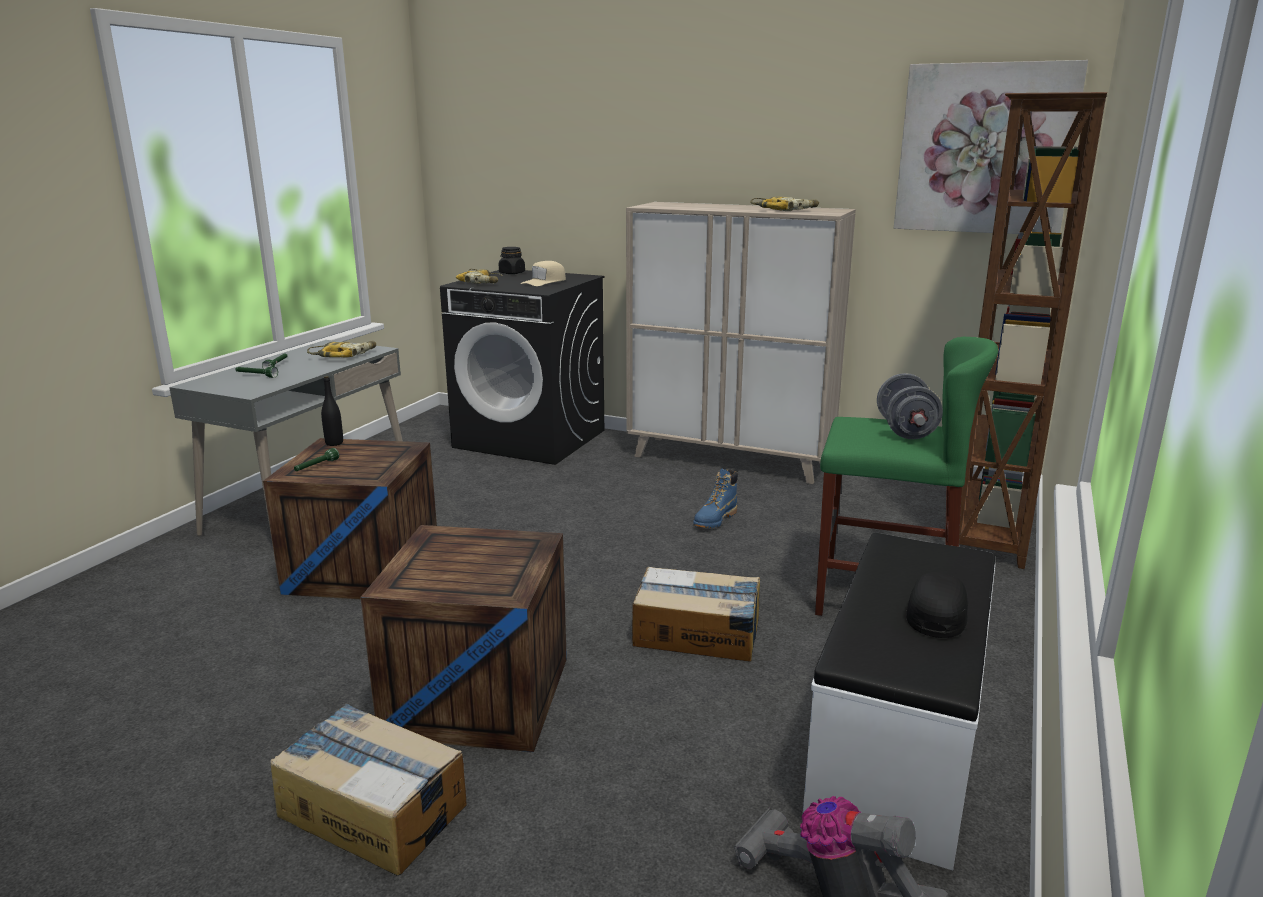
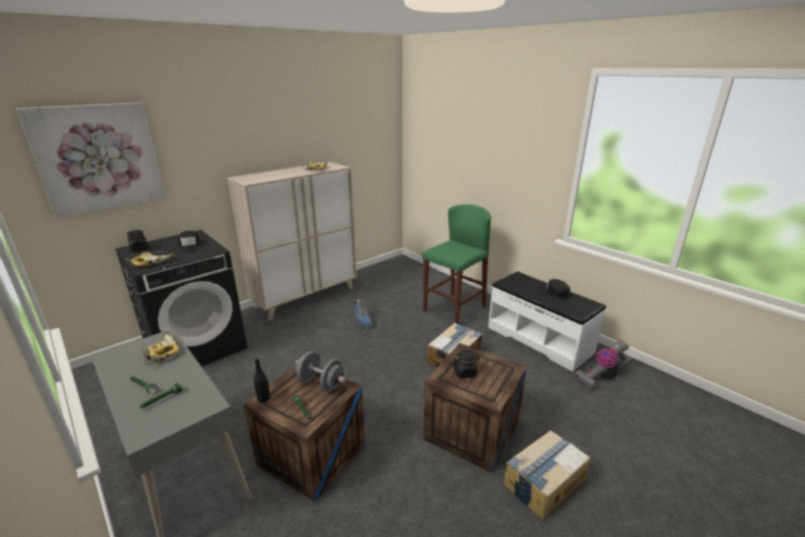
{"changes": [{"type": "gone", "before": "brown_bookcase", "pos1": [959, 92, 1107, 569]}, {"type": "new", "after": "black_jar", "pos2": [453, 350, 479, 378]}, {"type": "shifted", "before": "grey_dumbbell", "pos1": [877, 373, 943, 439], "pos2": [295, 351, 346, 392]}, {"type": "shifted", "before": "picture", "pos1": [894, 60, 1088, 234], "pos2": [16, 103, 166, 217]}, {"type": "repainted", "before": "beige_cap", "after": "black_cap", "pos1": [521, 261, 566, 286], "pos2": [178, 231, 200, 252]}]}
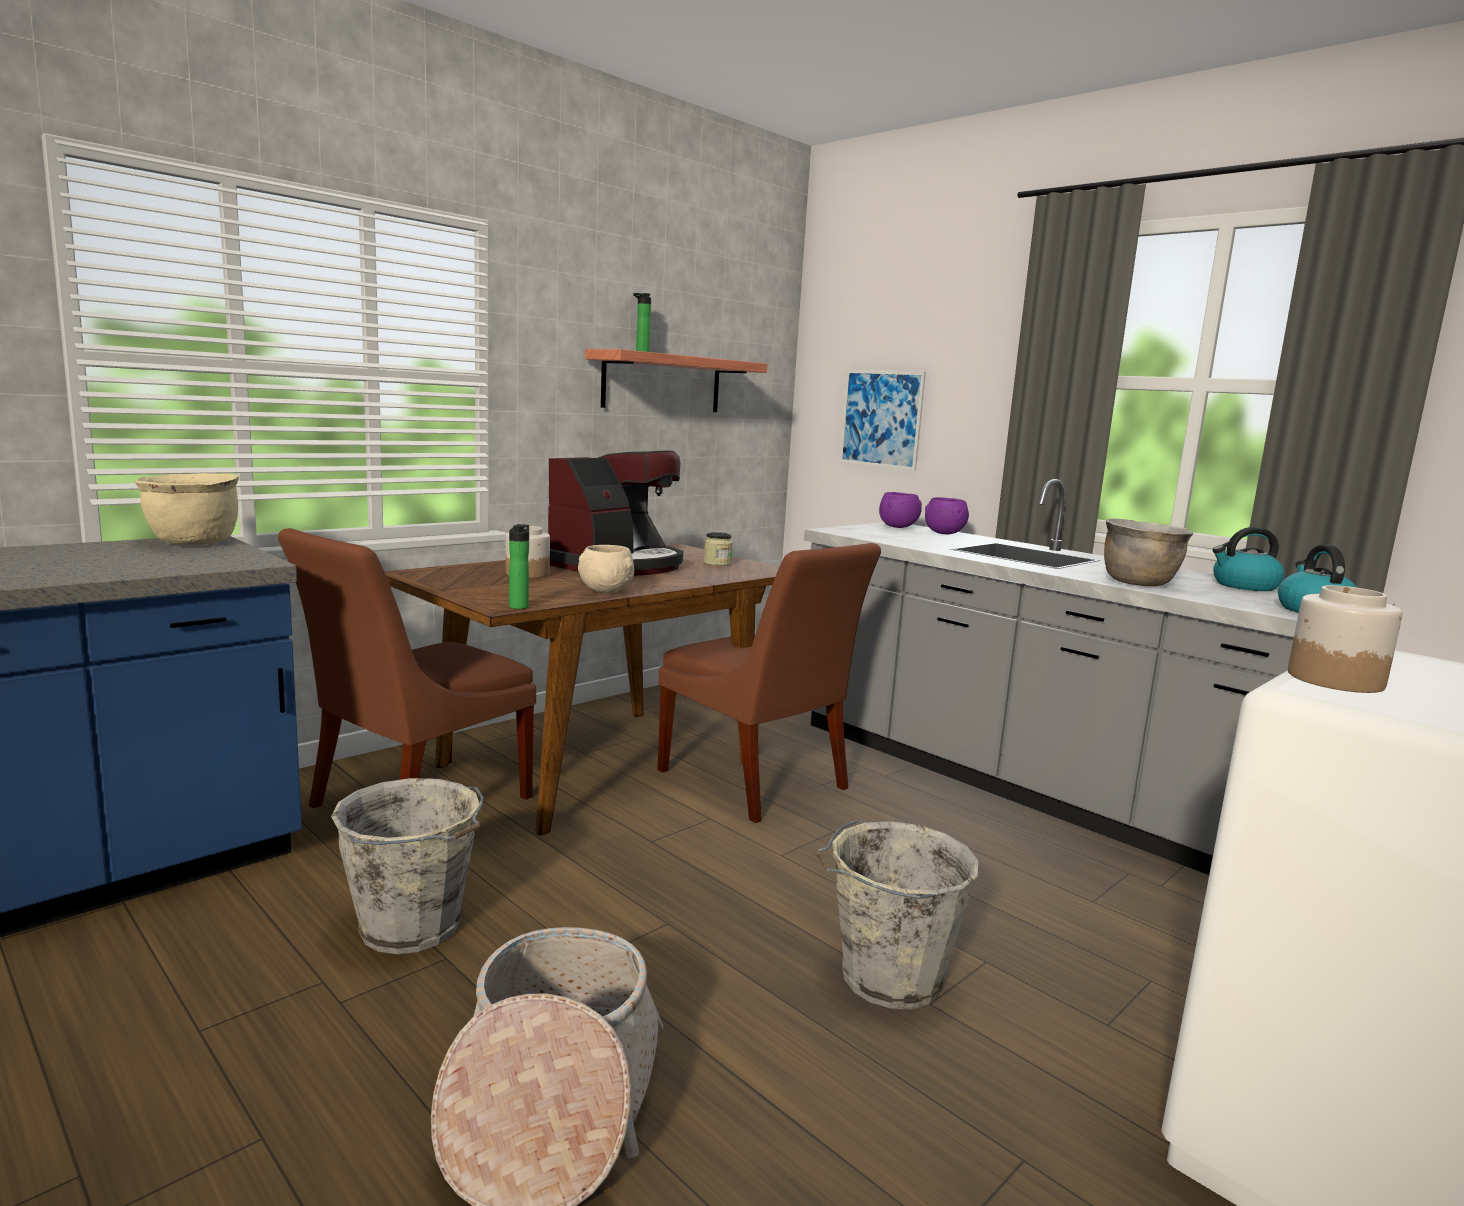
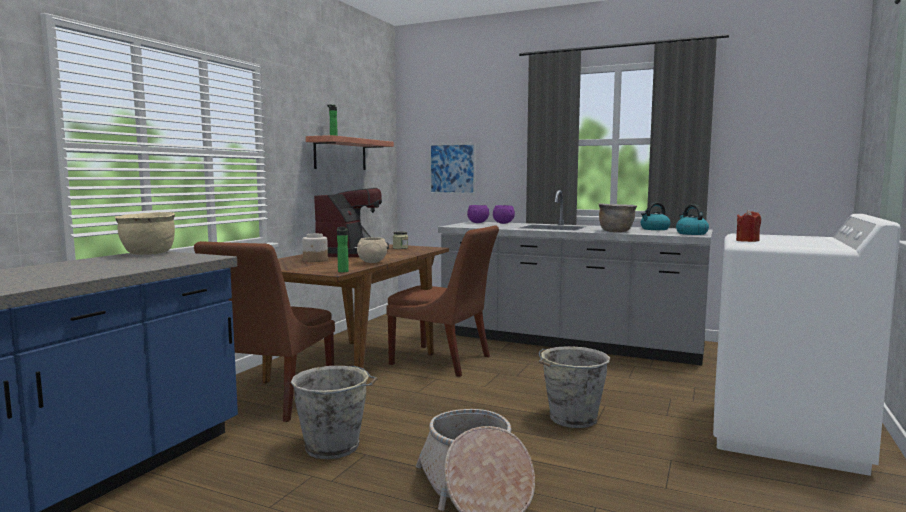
{"changes": [{"type": "swapped", "before": "jar", "after": "red_candle", "pos1": [1288, 585, 1403, 693], "pos2": [736, 210, 761, 242]}]}
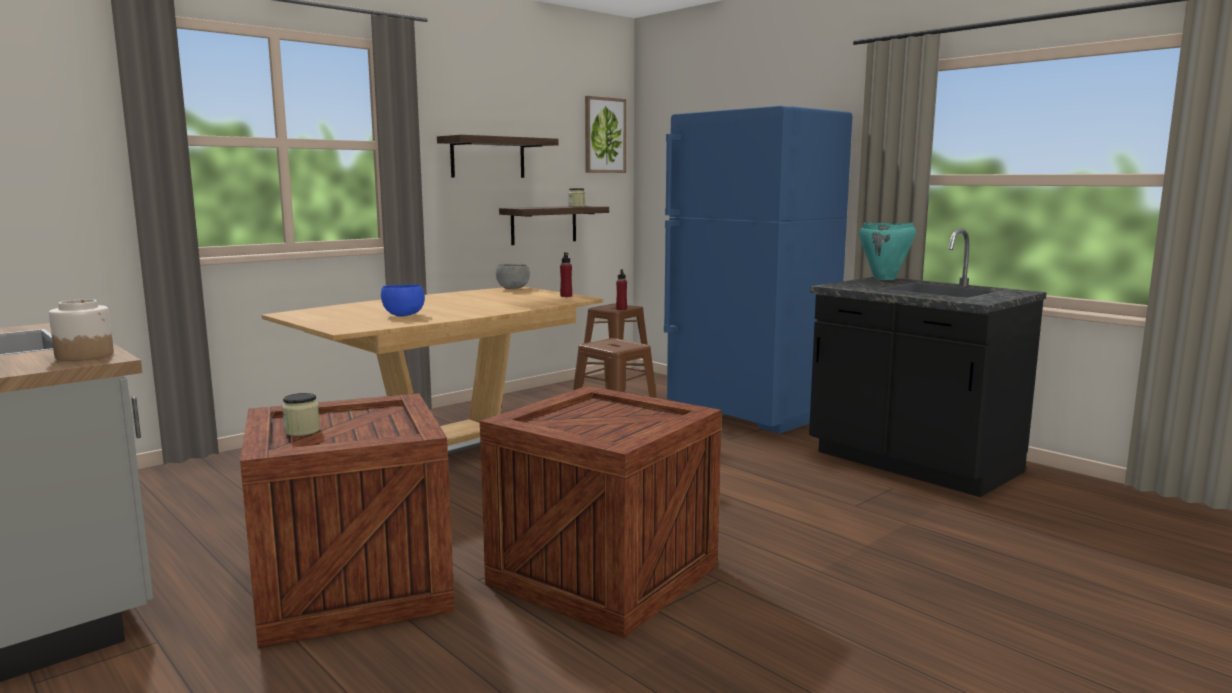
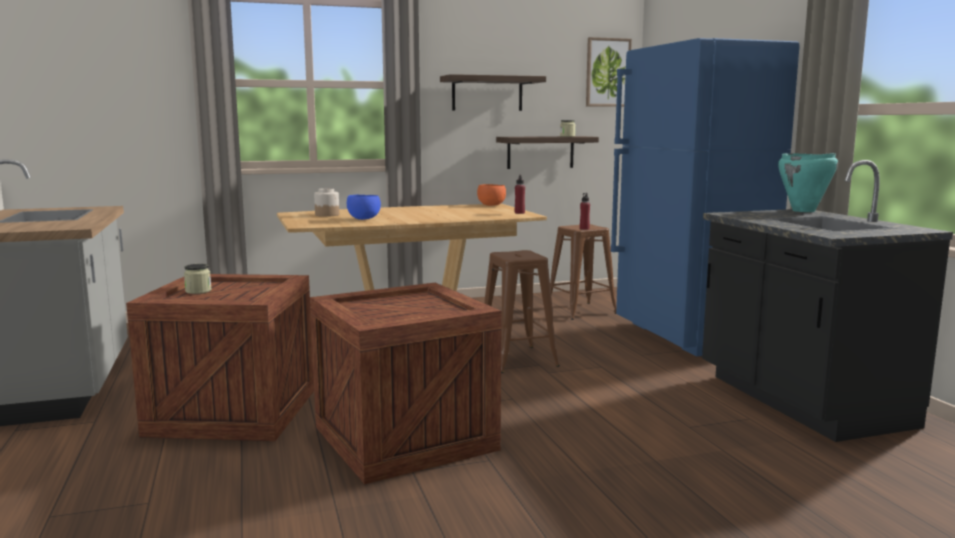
{"changes": [{"type": "shifted", "before": "jar", "pos1": [49, 299, 114, 361], "pos2": [314, 188, 339, 217]}, {"type": "repainted", "before": "grey_bowl", "after": "orange_bowl", "pos1": [496, 264, 530, 289], "pos2": [477, 184, 506, 206]}]}
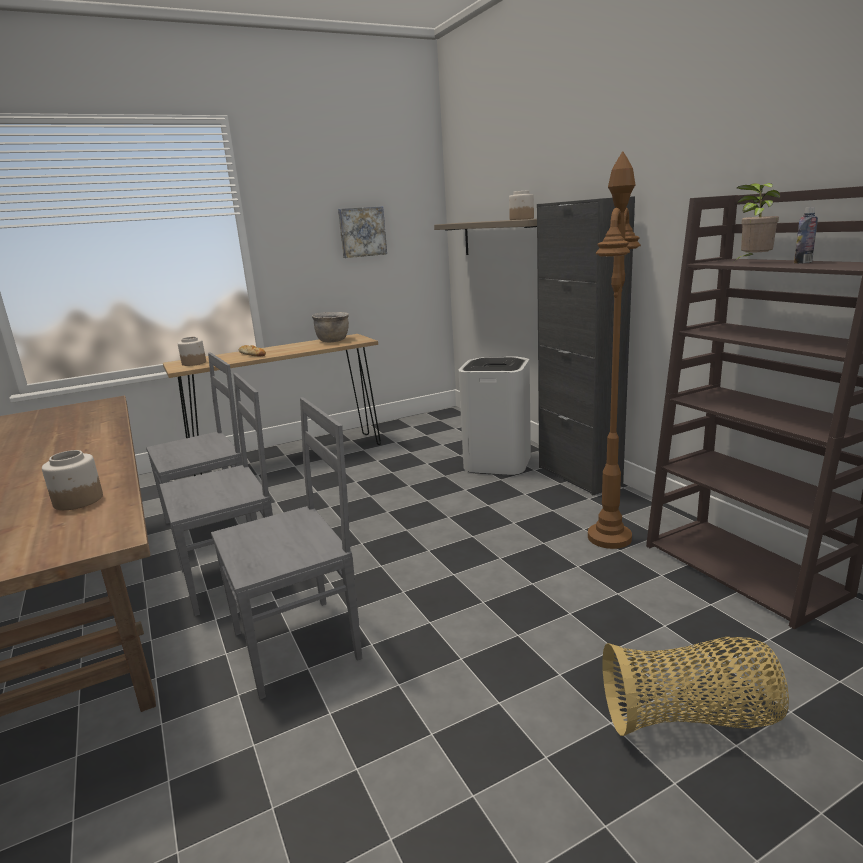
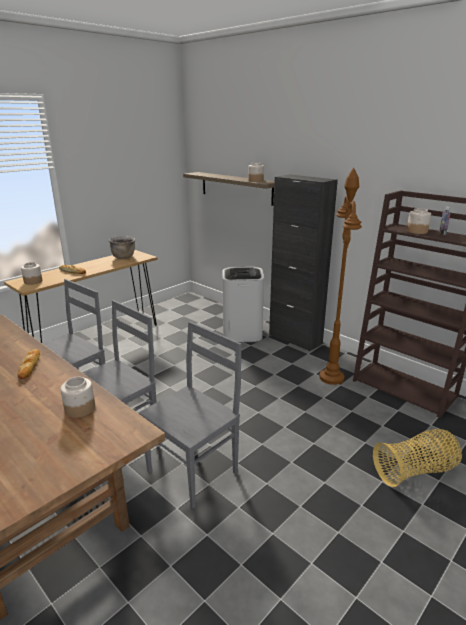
{"changes": [{"type": "gone", "before": "picture", "pos1": [338, 206, 387, 258]}, {"type": "new", "after": "bread", "pos2": [17, 349, 40, 379]}, {"type": "swapped", "before": "potted_plant", "after": "jar", "pos1": [736, 183, 780, 260], "pos2": [407, 208, 431, 234]}]}
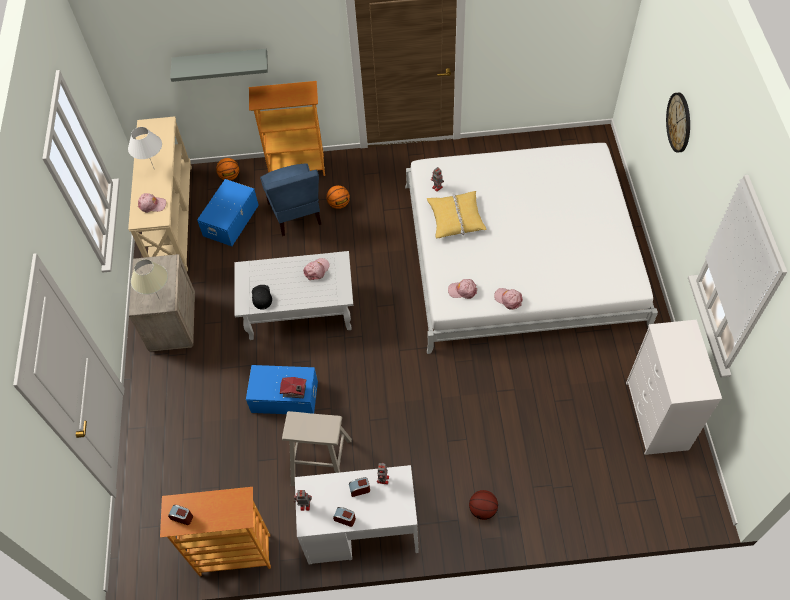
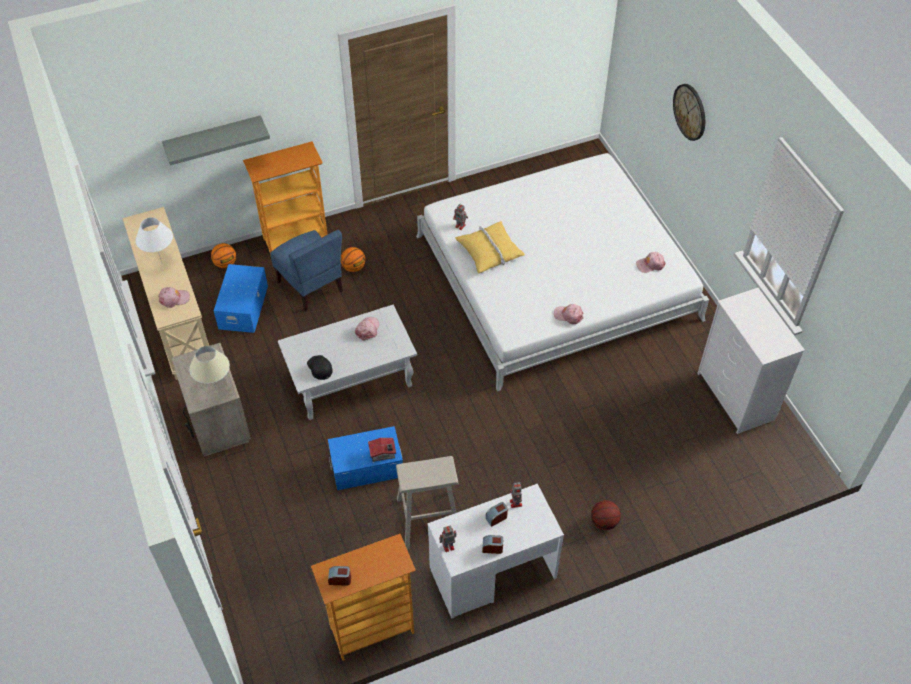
{"changes": [{"type": "shifted", "before": "pink_cap", "pos1": [448, 279, 477, 299], "pos2": [636, 252, 666, 273]}]}
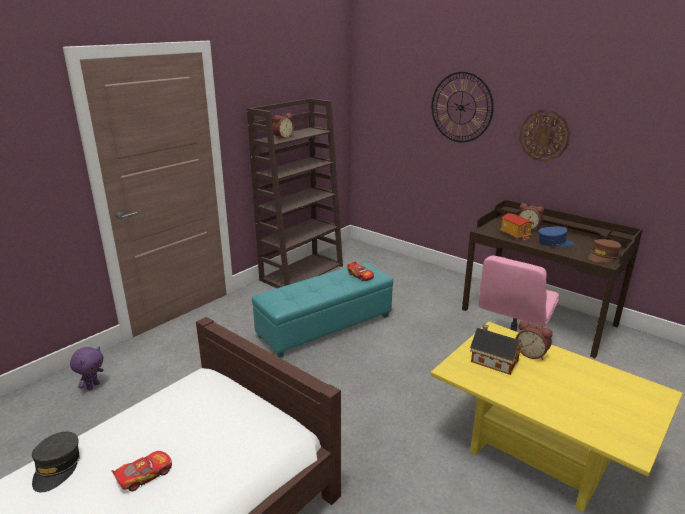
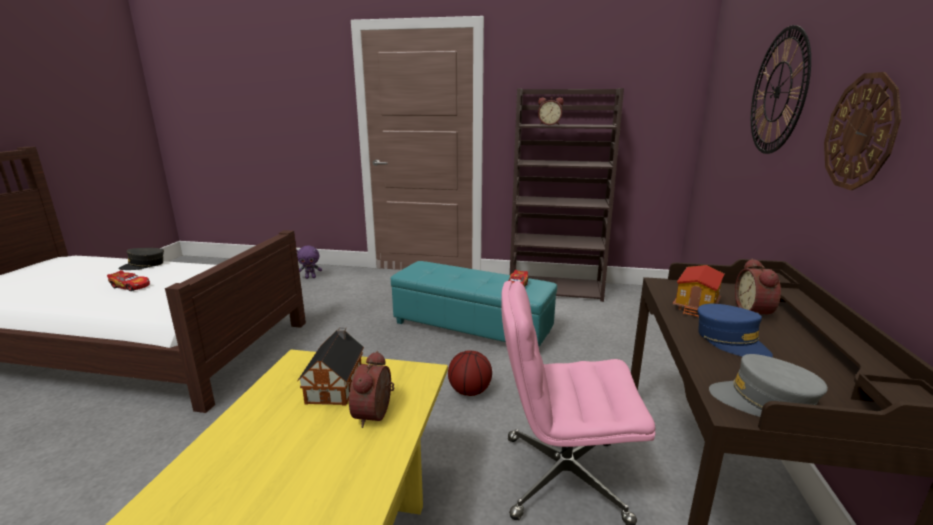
{"changes": [{"type": "new", "after": "basketball", "pos2": [448, 350, 492, 396]}, {"type": "repainted", "before": "brown_cap", "after": "grey_cap", "pos1": [588, 239, 622, 263], "pos2": [709, 354, 828, 417]}]}
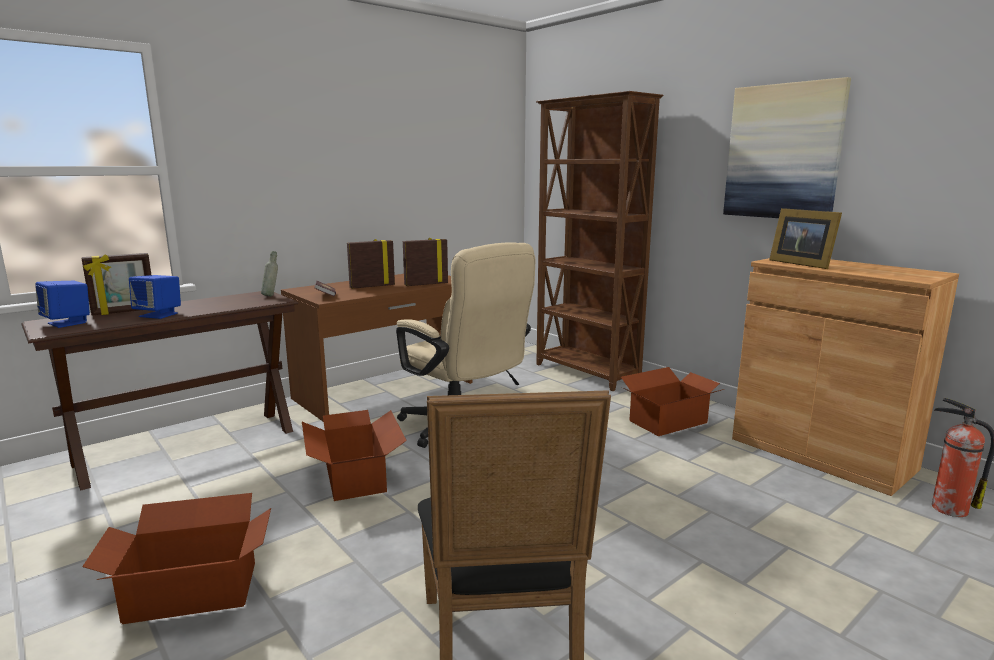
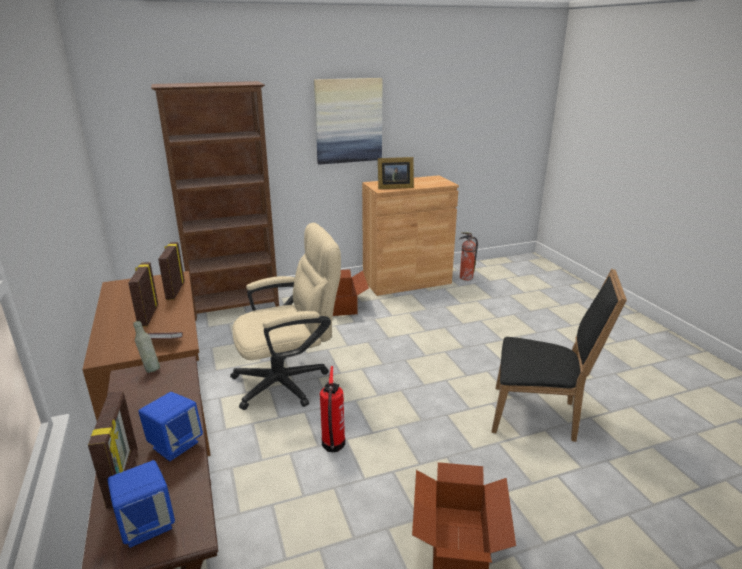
{"changes": [{"type": "swapped", "before": "cardboard_box", "after": "fire_extinguisher", "pos1": [302, 410, 407, 501], "pos2": [320, 366, 345, 452]}]}
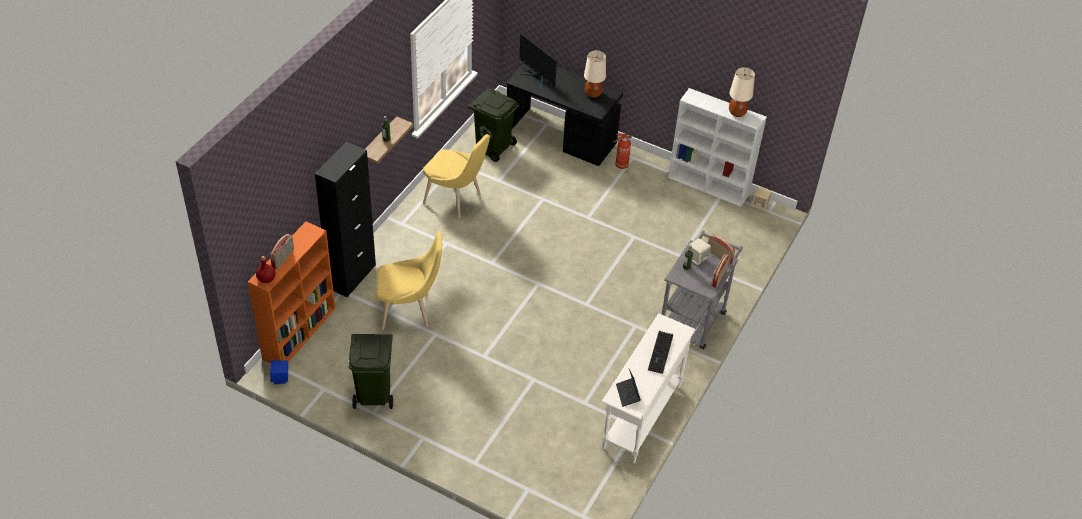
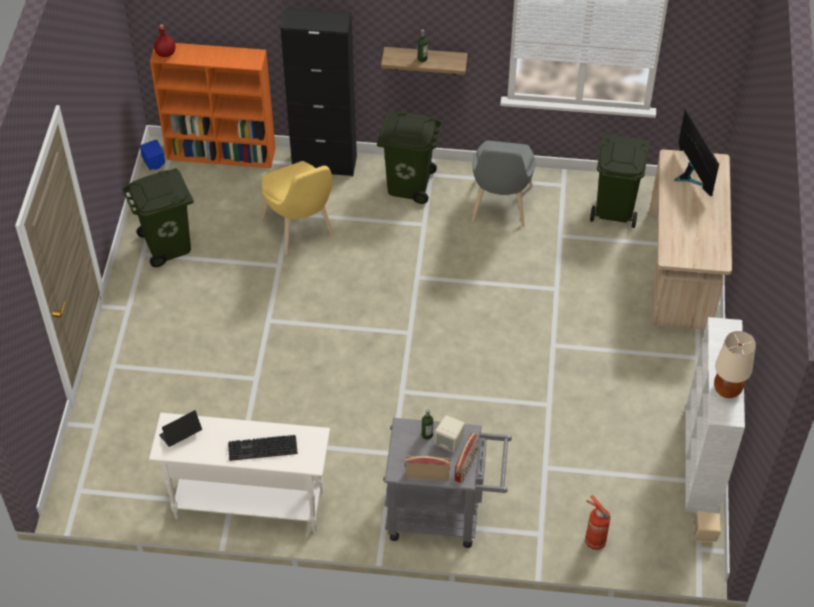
{"changes": [{"type": "gone", "before": "radio", "pos1": [270, 234, 294, 269]}, {"type": "gone", "before": "beige_table_lamp", "pos1": [584, 50, 606, 98]}, {"type": "new", "after": "green_trash_can", "pos2": [377, 111, 443, 204]}, {"type": "shifted", "before": "fire_extinguisher", "pos1": [613, 134, 632, 169], "pos2": [585, 495, 611, 550]}, {"type": "repainted", "before": "yellow_chair", "after": "grey_chair", "pos1": [423, 134, 490, 218], "pos2": [472, 140, 536, 227]}, {"type": "repainted", "before": "black_desk", "after": "beige_desk", "pos1": [507, 63, 623, 166], "pos2": [649, 149, 732, 330]}, {"type": "rotated", "before": "monitor", "pos1": [519, 33, 557, 90], "pos2": [674, 109, 719, 196], "turn": 135}]}
